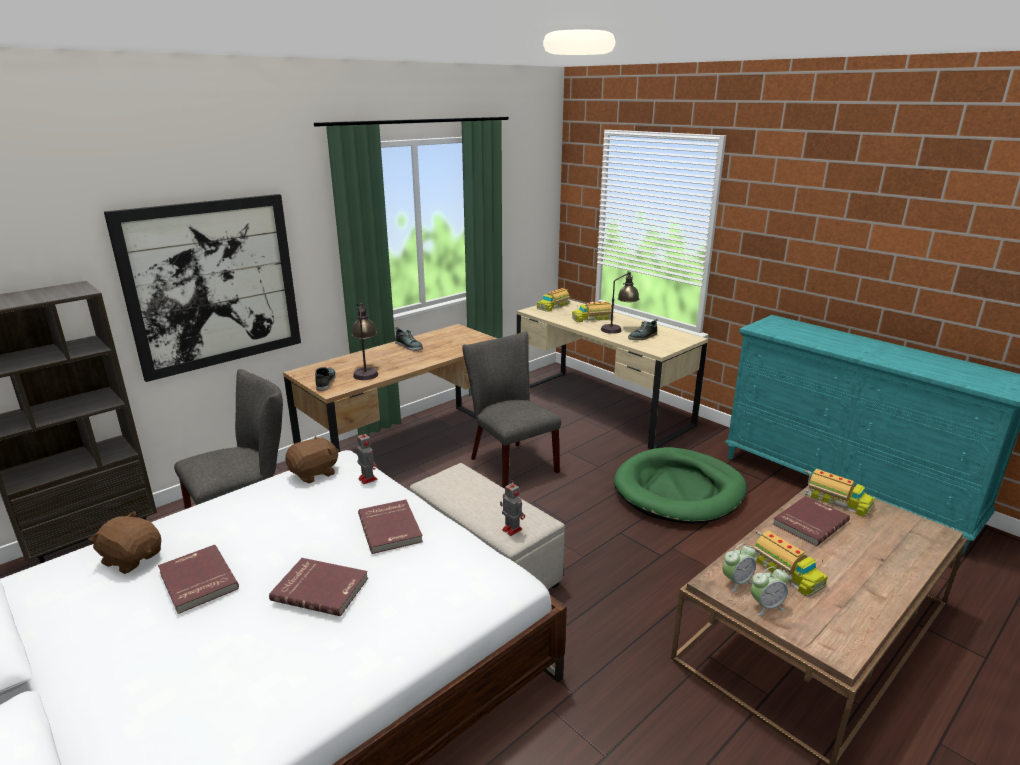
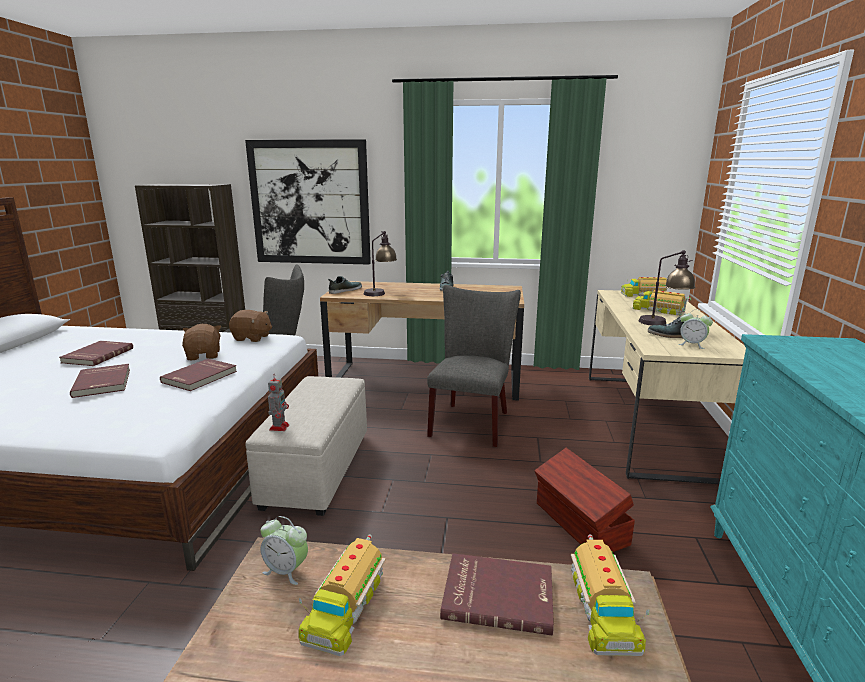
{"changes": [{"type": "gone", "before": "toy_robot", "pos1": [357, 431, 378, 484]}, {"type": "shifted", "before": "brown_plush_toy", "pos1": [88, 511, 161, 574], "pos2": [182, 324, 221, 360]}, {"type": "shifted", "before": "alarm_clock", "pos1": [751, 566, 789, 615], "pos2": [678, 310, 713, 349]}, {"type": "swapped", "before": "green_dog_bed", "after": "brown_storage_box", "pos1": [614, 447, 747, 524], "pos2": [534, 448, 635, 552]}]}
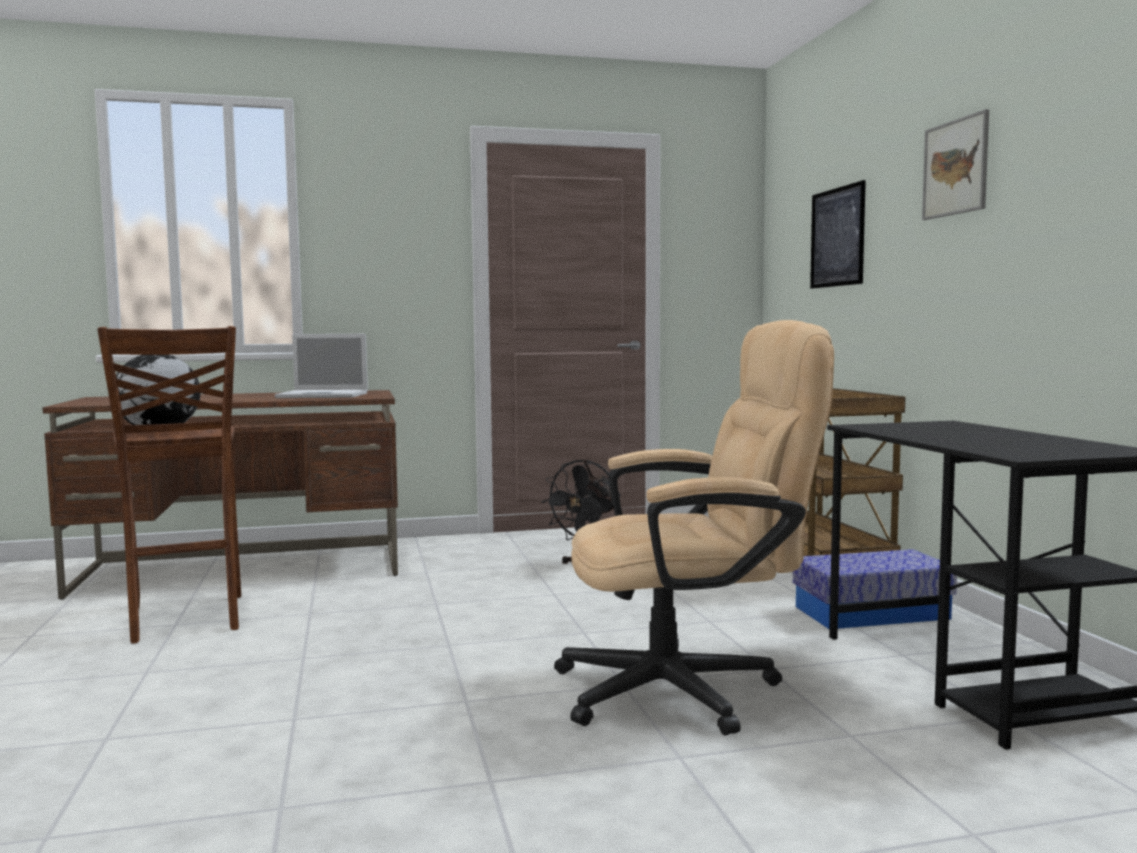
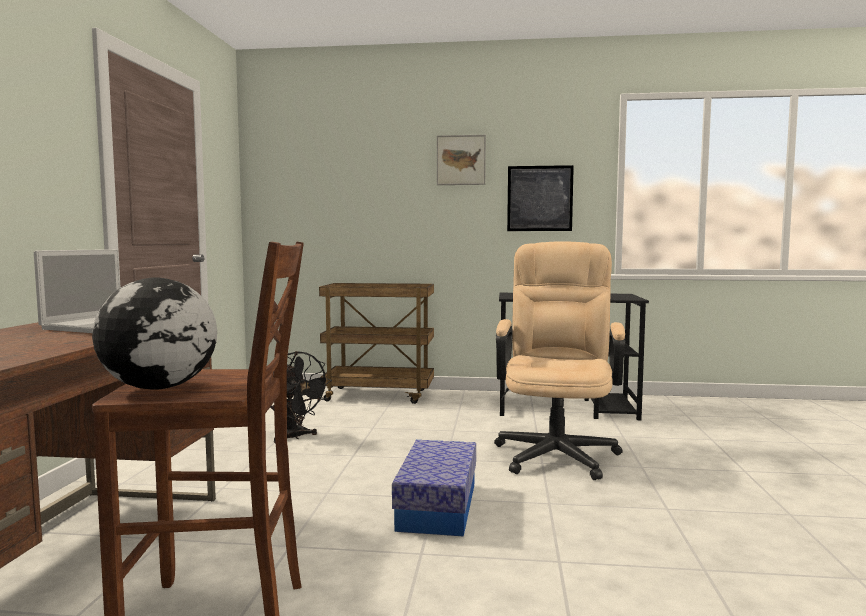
{"changes": [{"type": "shifted", "before": "storage_box", "pos1": [793, 549, 957, 629], "pos2": [392, 440, 476, 537]}, {"type": "shifted", "before": "picture", "pos1": [810, 180, 866, 289], "pos2": [507, 165, 574, 231]}]}
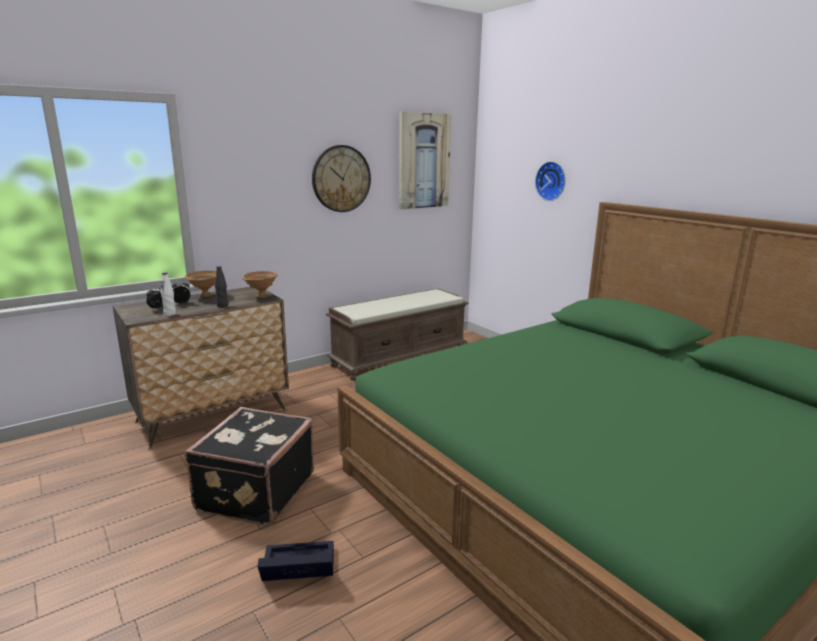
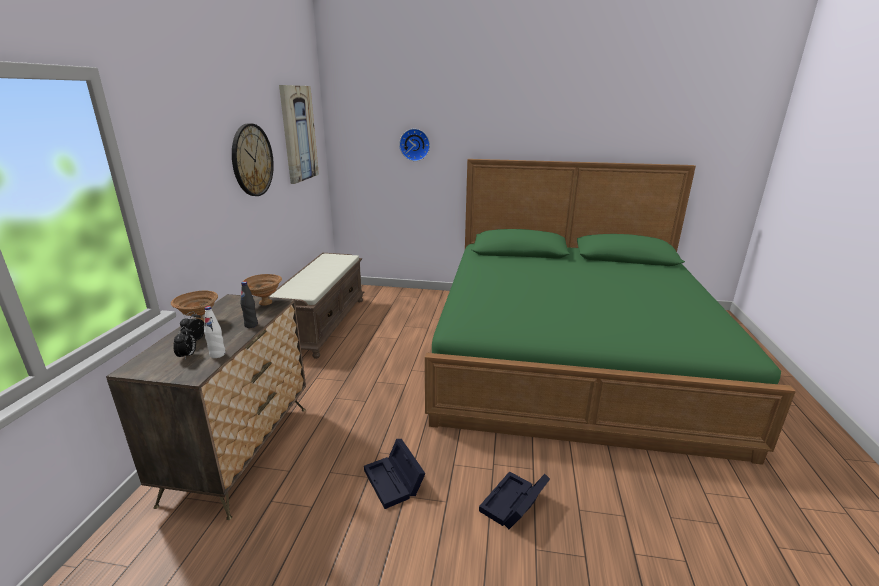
{"changes": [{"type": "swapped", "before": "black_suitcase", "after": "black_storage_box", "pos1": [184, 407, 314, 526], "pos2": [364, 439, 426, 509]}]}
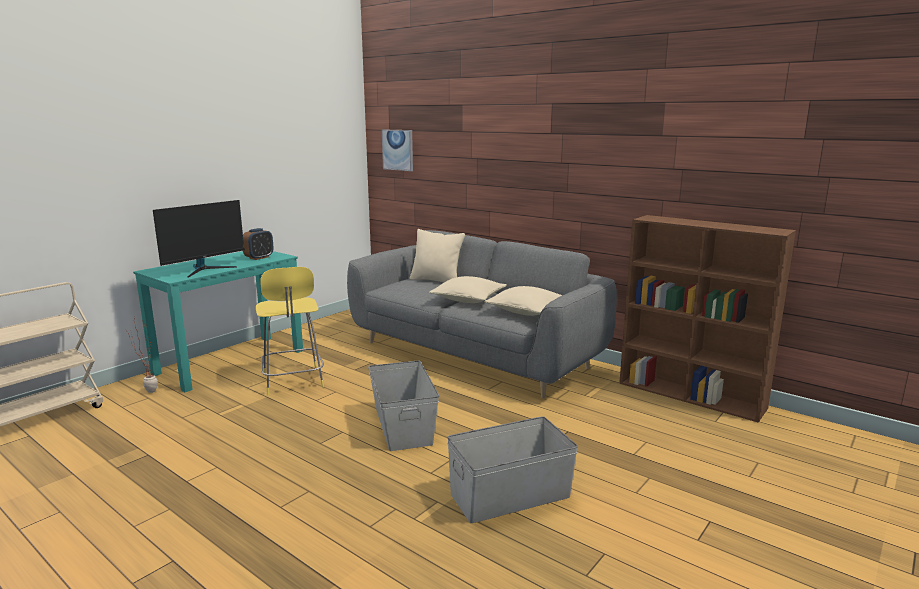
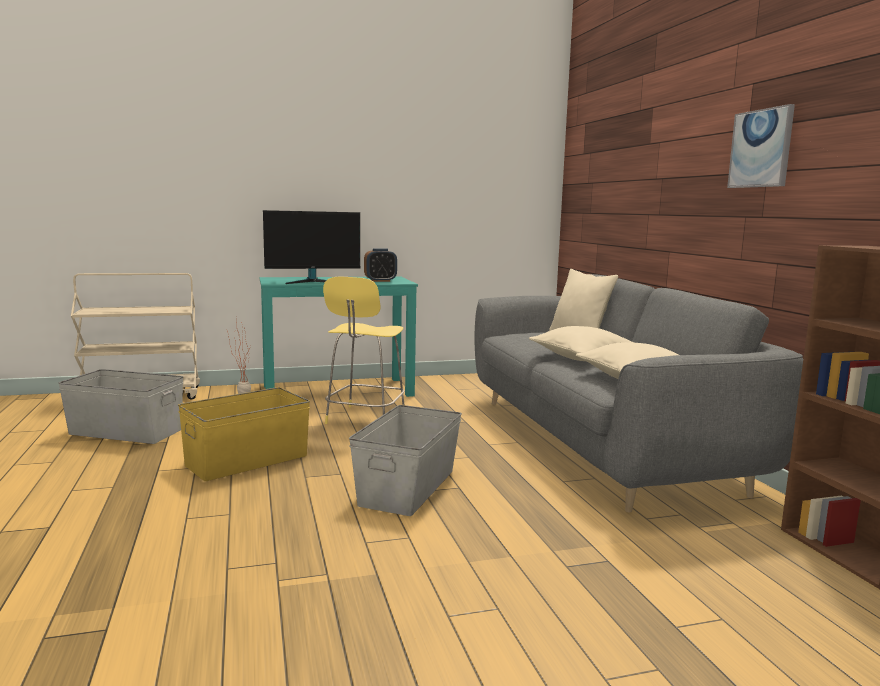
{"changes": [{"type": "new", "after": "yellow_storage_box", "pos2": [178, 387, 310, 481]}, {"type": "shifted", "before": "picture", "pos1": [382, 130, 413, 171], "pos2": [727, 104, 795, 188]}, {"type": "shifted", "before": "grey_storage_box", "pos1": [447, 416, 578, 523], "pos2": [58, 369, 184, 444]}]}
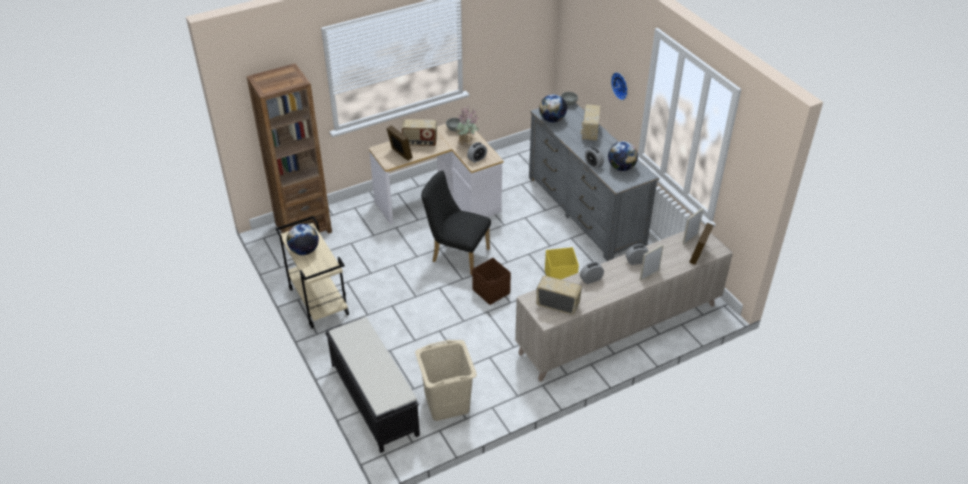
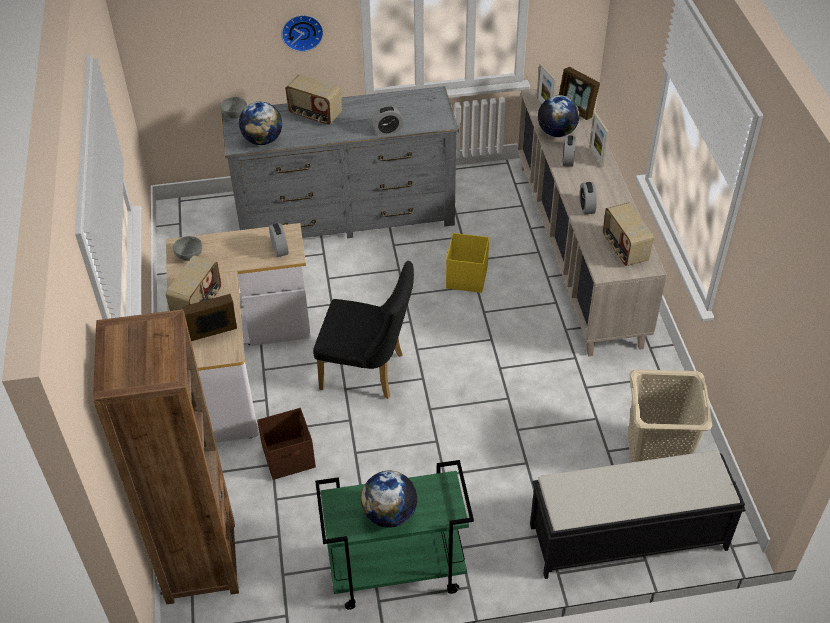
{"changes": [{"type": "gone", "before": "potted_plant", "pos1": [456, 107, 479, 145]}, {"type": "shifted", "before": "brown_storage_box", "pos1": [472, 258, 511, 305], "pos2": [257, 408, 316, 480]}, {"type": "shifted", "before": "globe", "pos1": [608, 141, 638, 171], "pos2": [538, 95, 580, 137]}, {"type": "repainted", "before": "beige_cart", "after": "green_cart", "pos1": [275, 216, 349, 329], "pos2": [315, 460, 474, 610]}, {"type": "rotated", "before": "black_chair", "pos1": [421, 170, 491, 275], "pos2": [313, 261, 414, 399], "turn": -120}, {"type": "rotated", "before": "radio", "pos1": [536, 276, 582, 315], "pos2": [603, 203, 654, 266], "turn": -60}]}
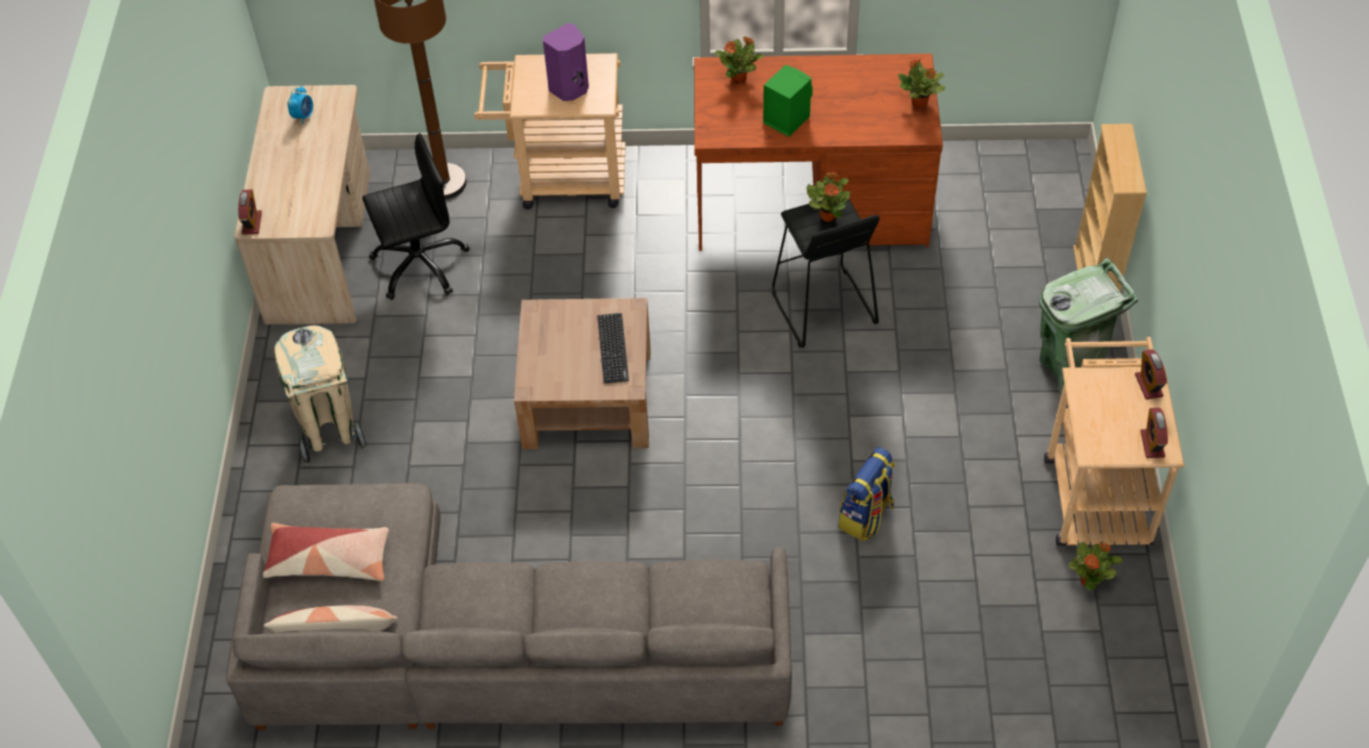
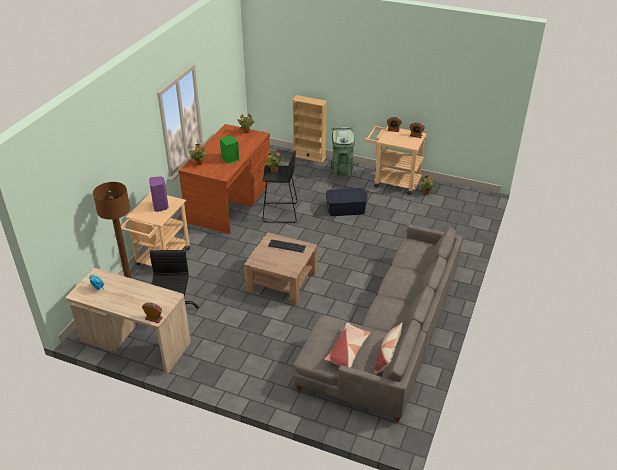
{"changes": [{"type": "gone", "before": "beige_trash_can", "pos1": [274, 325, 367, 465]}, {"type": "gone", "before": "backpack", "pos1": [838, 447, 895, 541]}, {"type": "new", "after": "blue_storage_box", "pos2": [326, 188, 368, 216]}]}
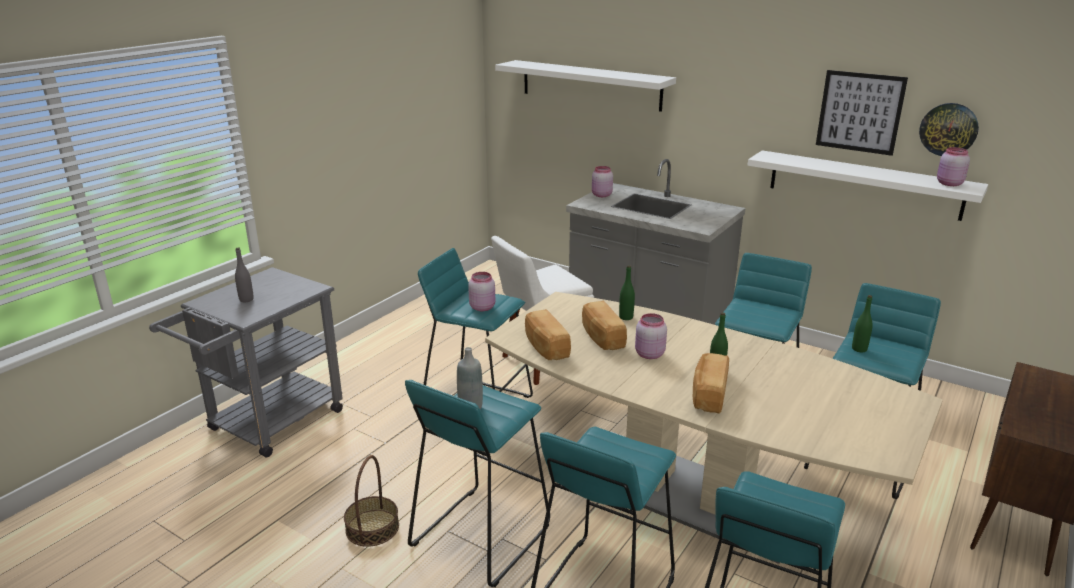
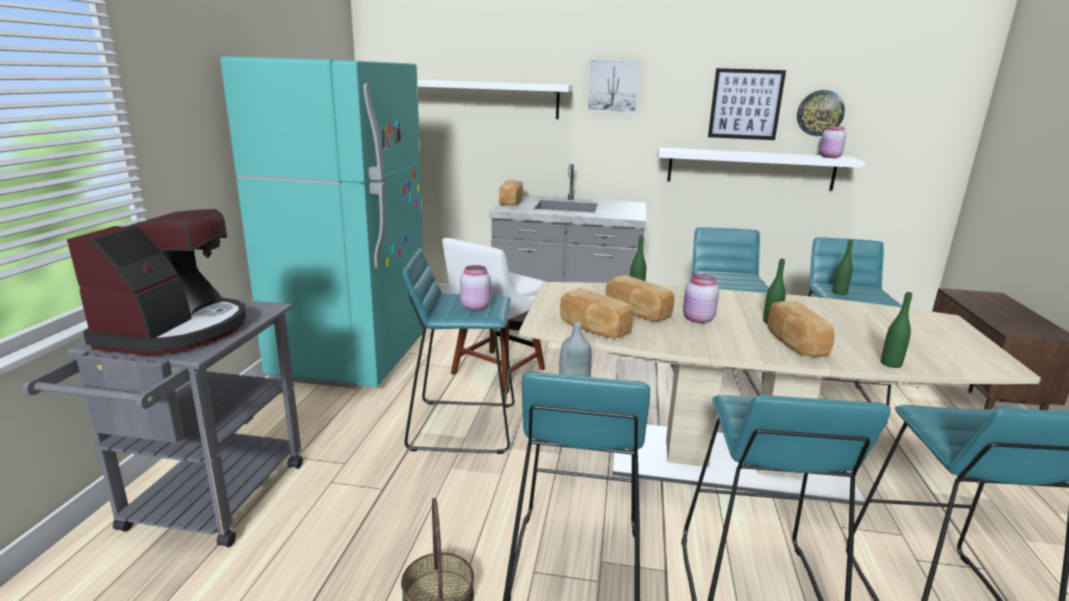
{"changes": [{"type": "new", "after": "turquoise_fridge", "pos2": [221, 56, 423, 388]}, {"type": "new", "after": "picture", "pos2": [587, 59, 641, 113]}, {"type": "new", "after": "green_bottle", "pos2": [881, 292, 912, 368]}, {"type": "swapped", "before": "grey_bottle", "after": "coffee_machine", "pos1": [235, 248, 254, 302], "pos2": [67, 209, 246, 355]}, {"type": "swapped", "before": "pink_jar", "after": "bread", "pos1": [592, 166, 613, 197], "pos2": [499, 180, 523, 206]}]}
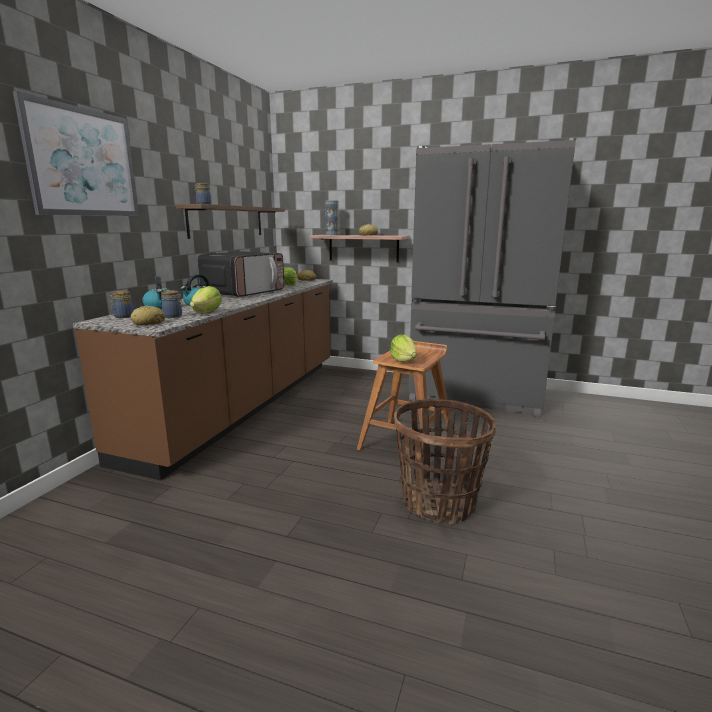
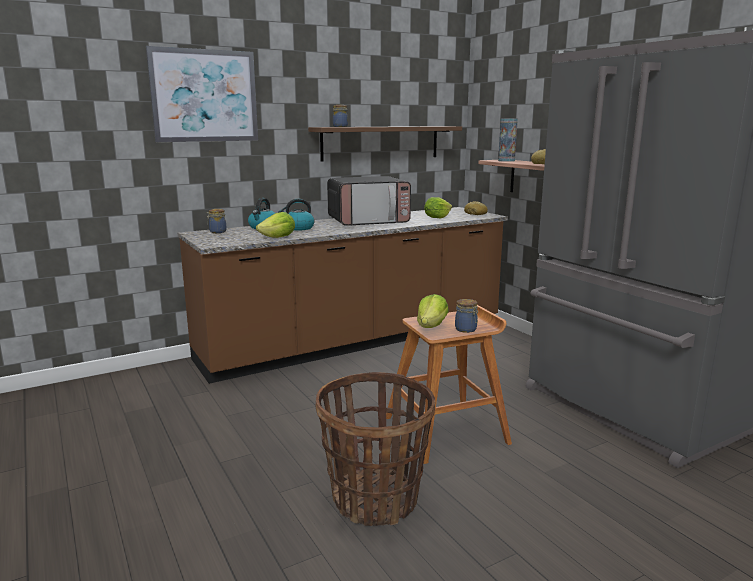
{"changes": [{"type": "gone", "before": "bread", "pos1": [131, 306, 165, 326]}, {"type": "shifted", "before": "jar", "pos1": [161, 290, 183, 318], "pos2": [455, 299, 478, 333]}]}
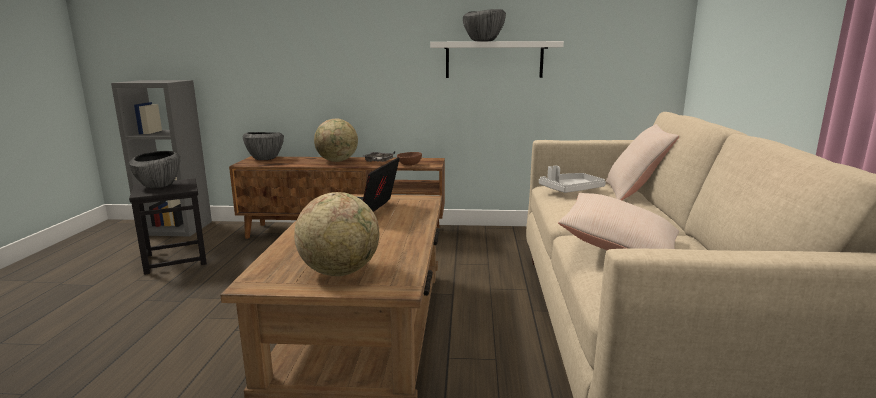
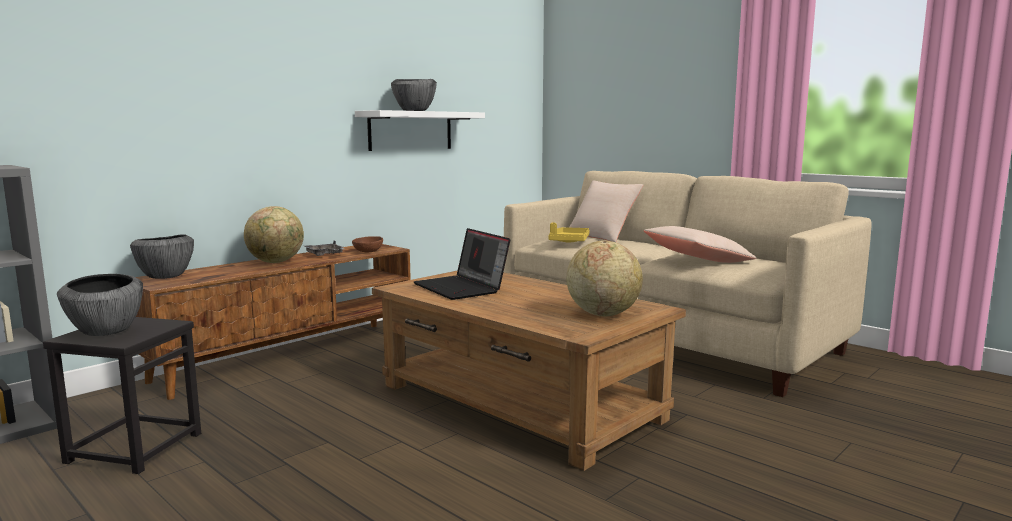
{"changes": [{"type": "repainted", "before": "grey_tray", "after": "yellow_tray", "pos1": [539, 166, 606, 193], "pos2": [548, 222, 590, 242]}]}
